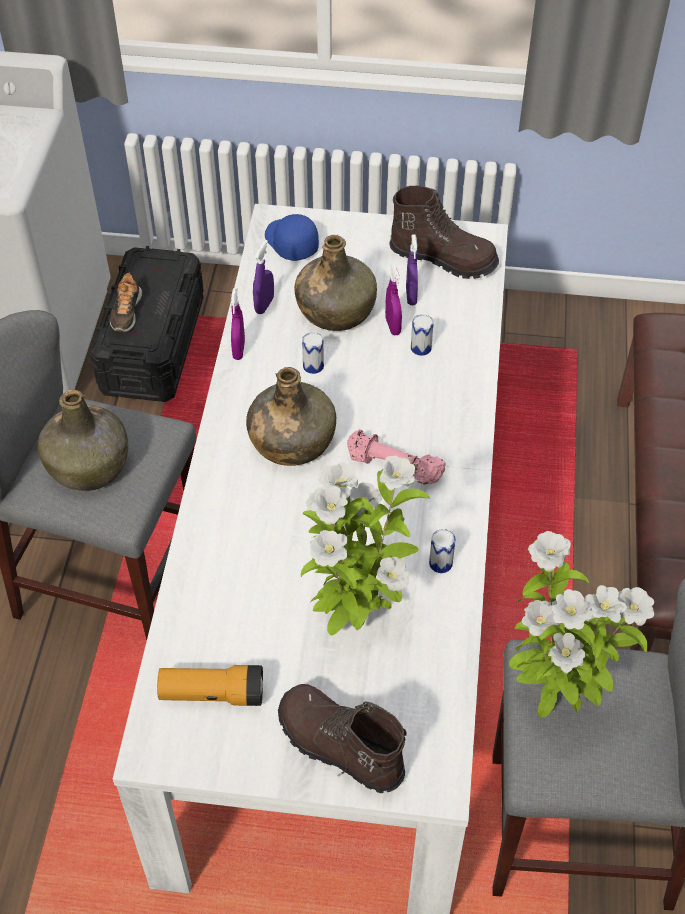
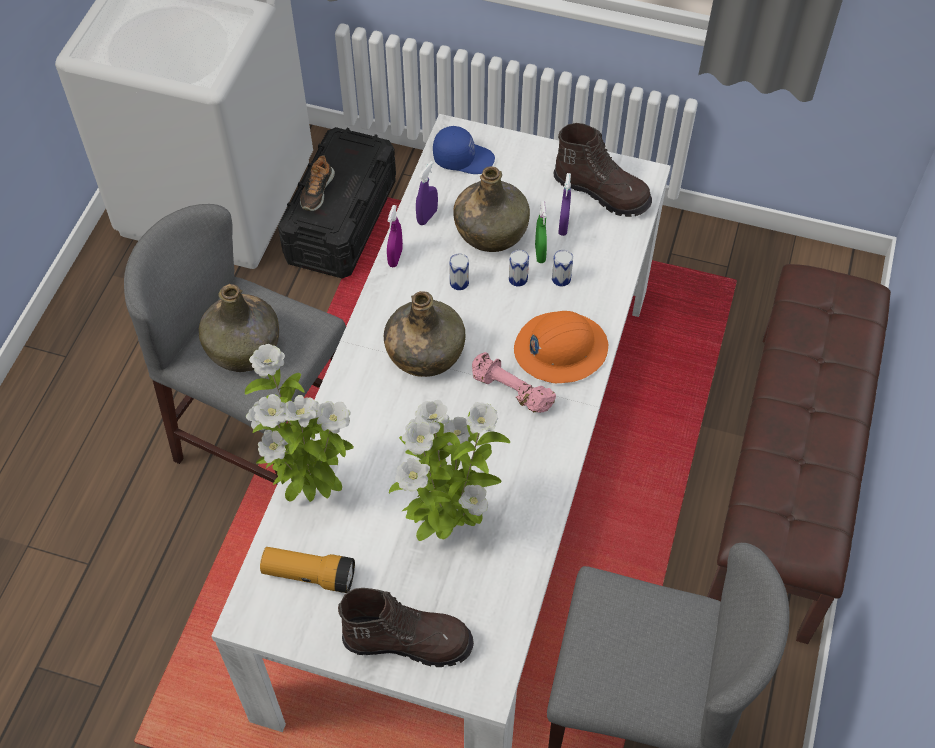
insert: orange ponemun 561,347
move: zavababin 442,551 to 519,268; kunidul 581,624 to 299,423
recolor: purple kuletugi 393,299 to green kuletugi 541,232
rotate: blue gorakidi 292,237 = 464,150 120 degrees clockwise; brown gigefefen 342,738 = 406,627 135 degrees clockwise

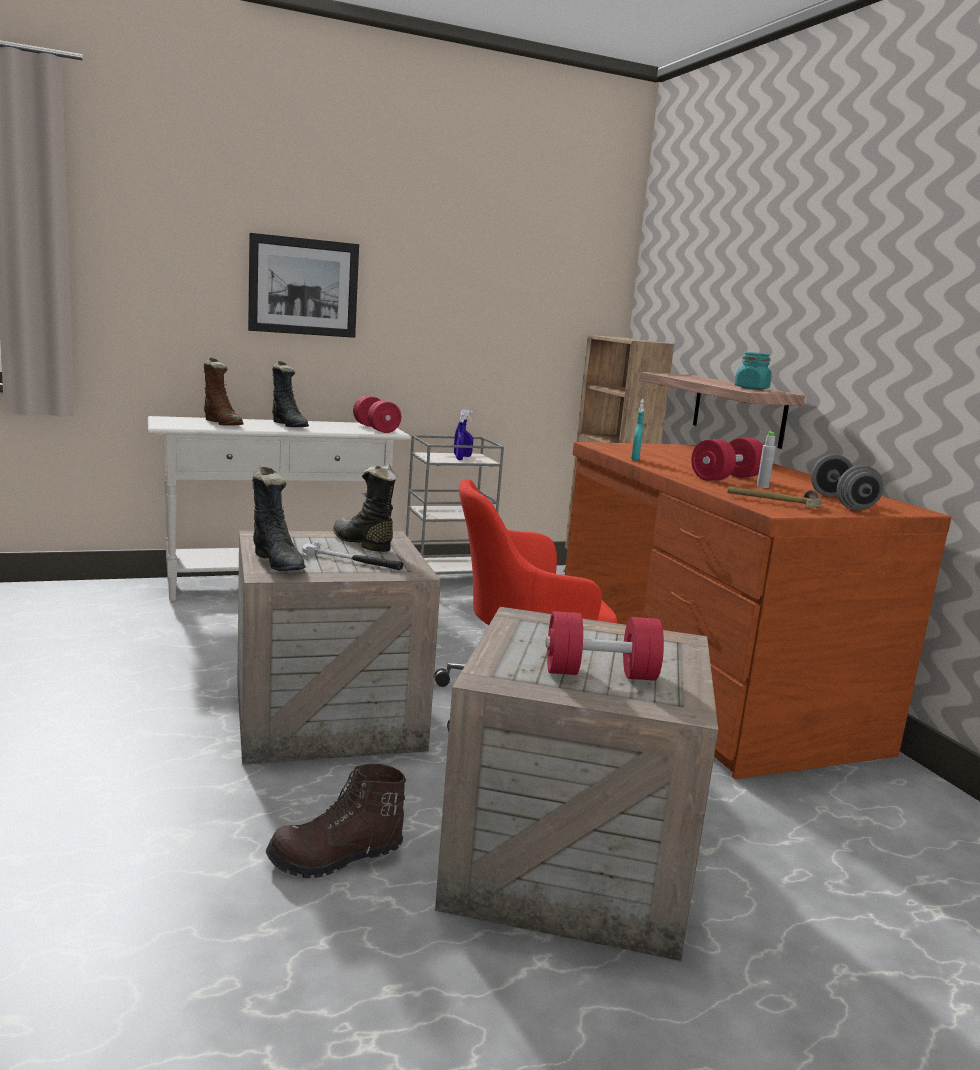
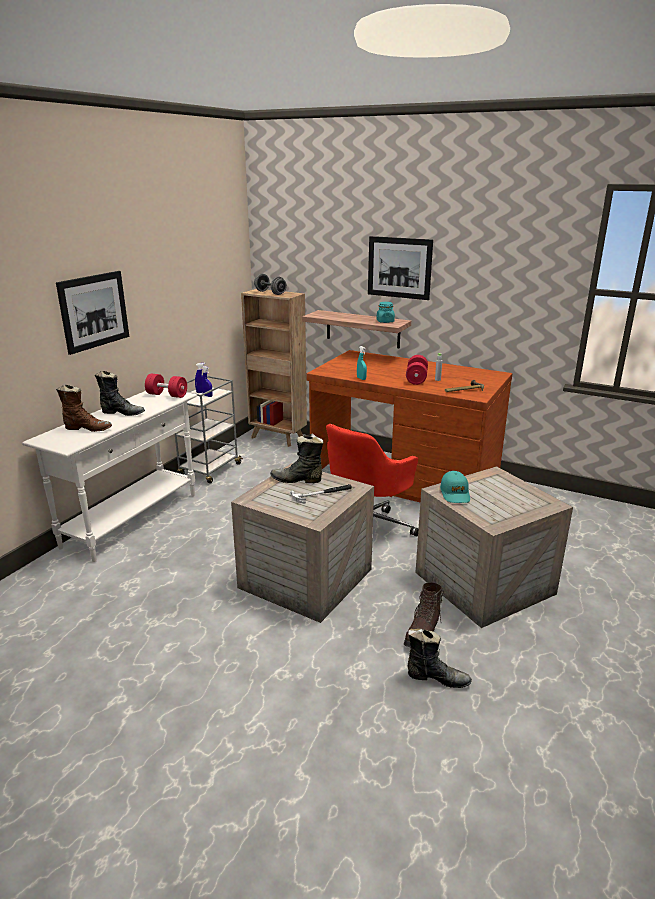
delete: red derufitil 604,646
insert: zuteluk 400,268; turquoise gorakidi 455,487
move: black gigefefen 279,518 to 439,658; grey derufitil 847,482 to 270,284

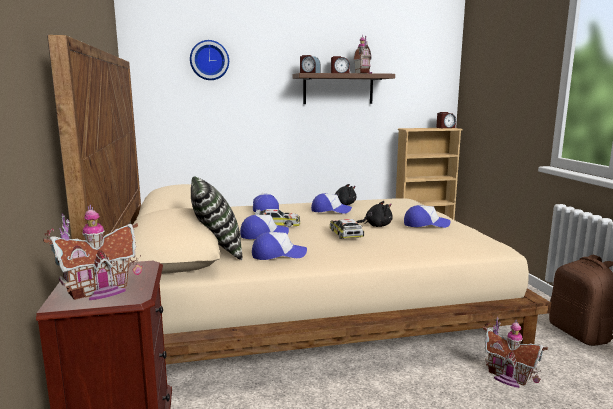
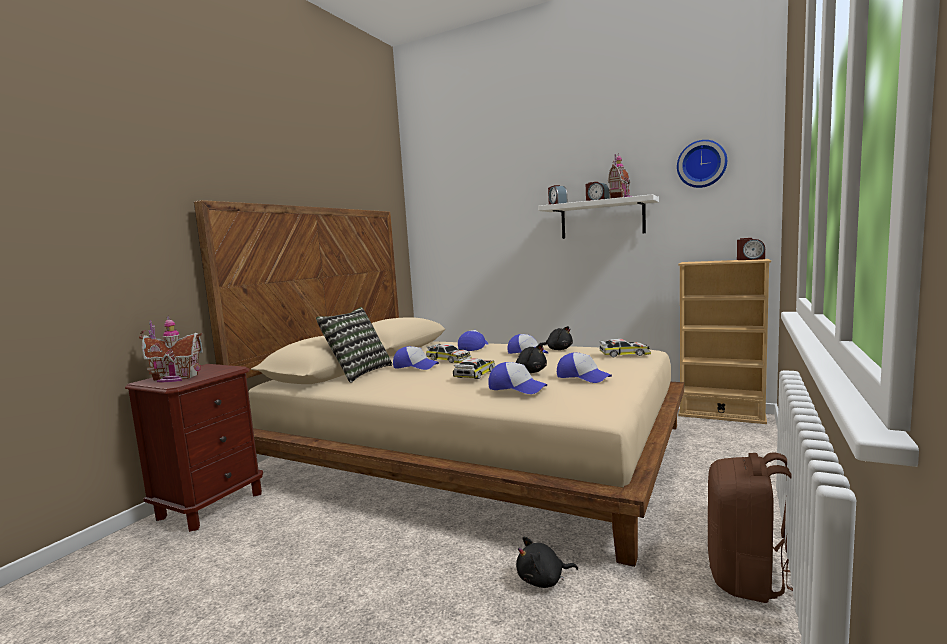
insert: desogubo 625,348
move: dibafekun 209,60 to 702,164; gorakidi 279,246 to 517,378
replace: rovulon 515,352 to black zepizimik 547,562
recolor: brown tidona 344,88 to white tidona 598,216

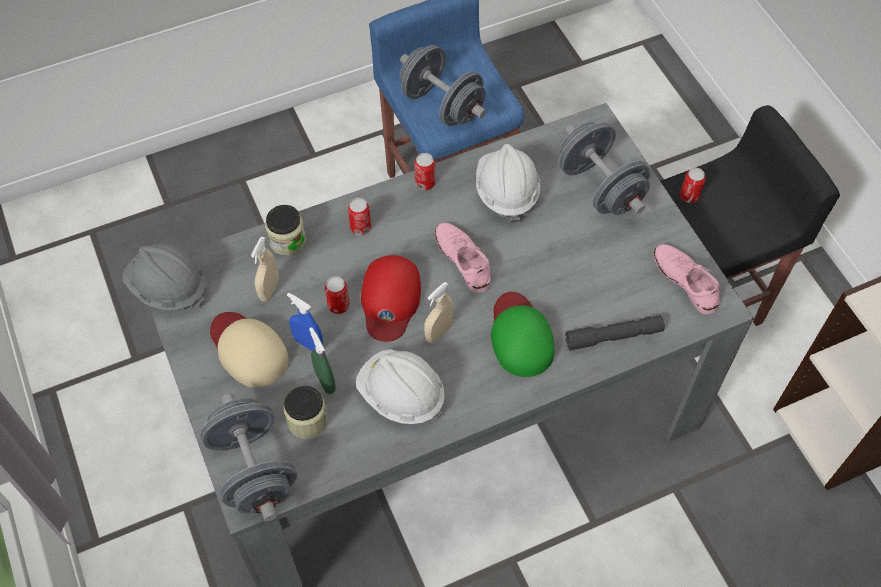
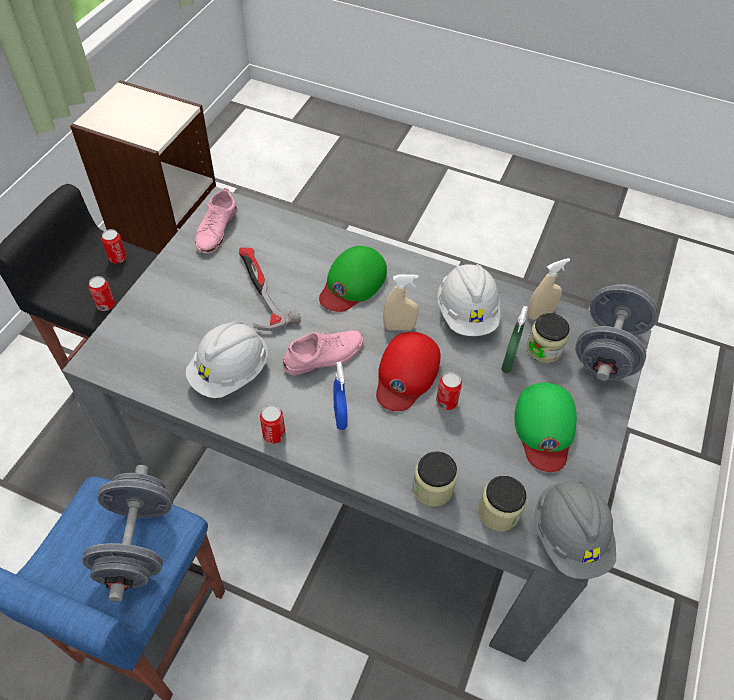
delete: grey derufitil 604,168; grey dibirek 615,333
insert: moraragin 270,289; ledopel 502,503
move: beige kuletugi 265,269 to 548,289; blue kuletugi 305,322 to 341,396; zavababin 359,216 to 114,246
recolor: beige gorakidi 249,350 to green gorakidi 546,427
rotate: red gorakidi 391,298 = 408,371 150 degrees clockwise; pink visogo 463,258 = 323,352 135 degrees counterclockwise

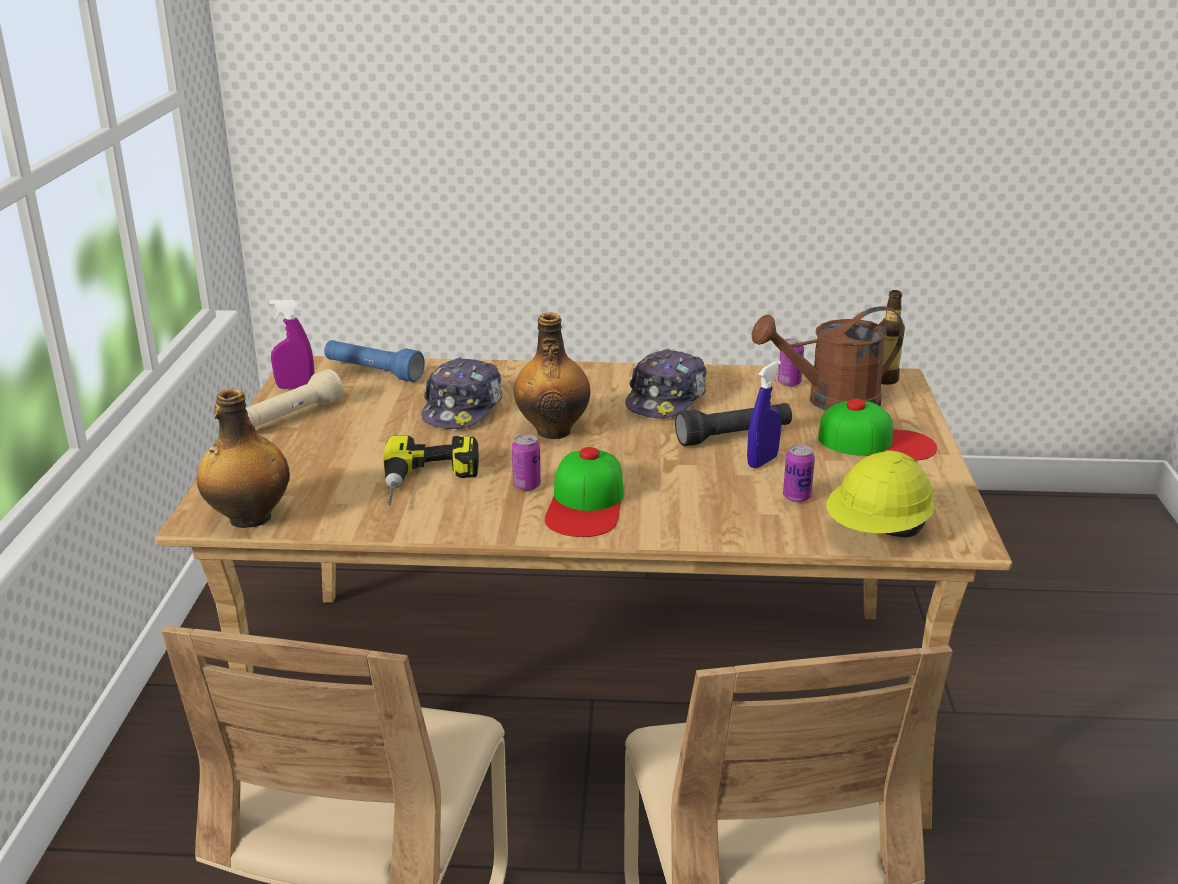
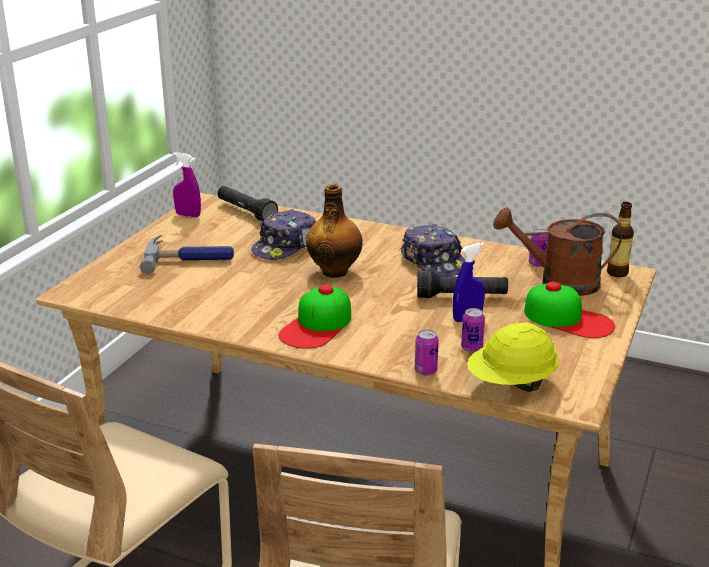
delete: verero 243,458; beige dibirek 295,398; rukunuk 431,470
insert: moraragin 187,254
move: zavababin 526,462 to 427,352
recolor: blue dibirek 374,361 to black dibirek 247,204
rotate: gorakidi 666,383 = 433,250 75 degrees counterclockwise

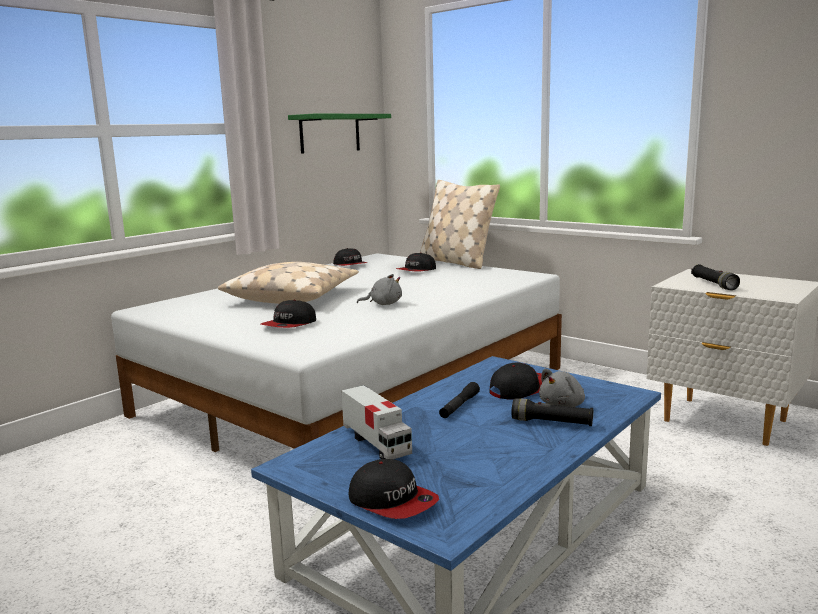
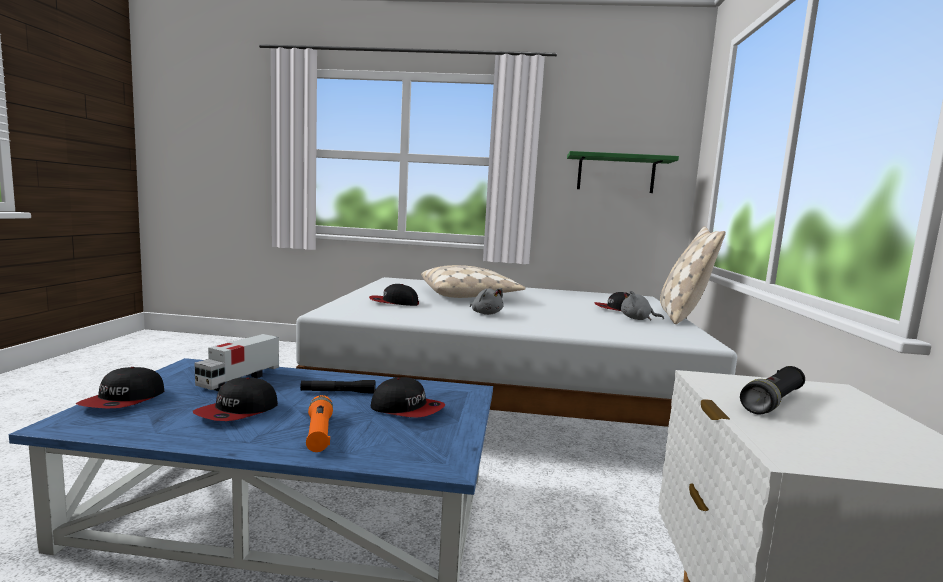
move: gorakidi 350,257 to 235,399; grey zepizimik 562,387 to 642,305
recolor: black dibirek 552,412 to orange dibirek 319,423

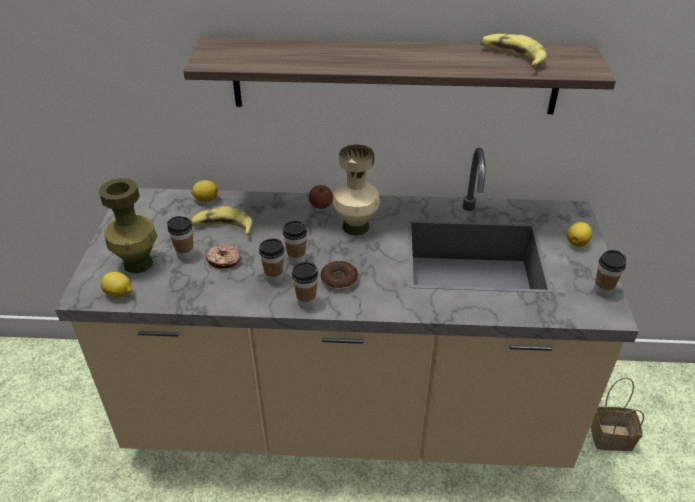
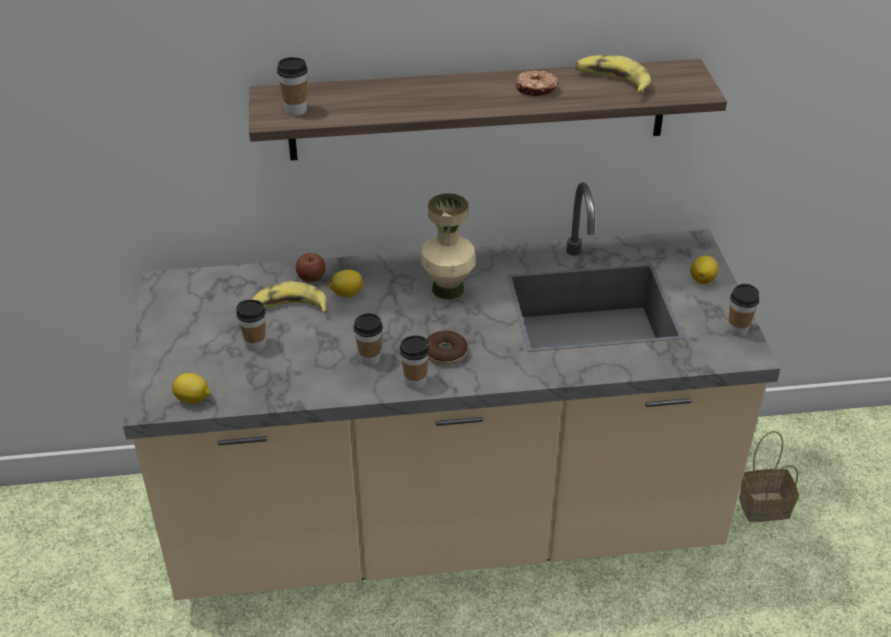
delete: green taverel 127,225
move: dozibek 204,191 to 346,283; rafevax 223,257 to 537,83; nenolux 295,243 to 292,86; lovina 321,197 to 310,267

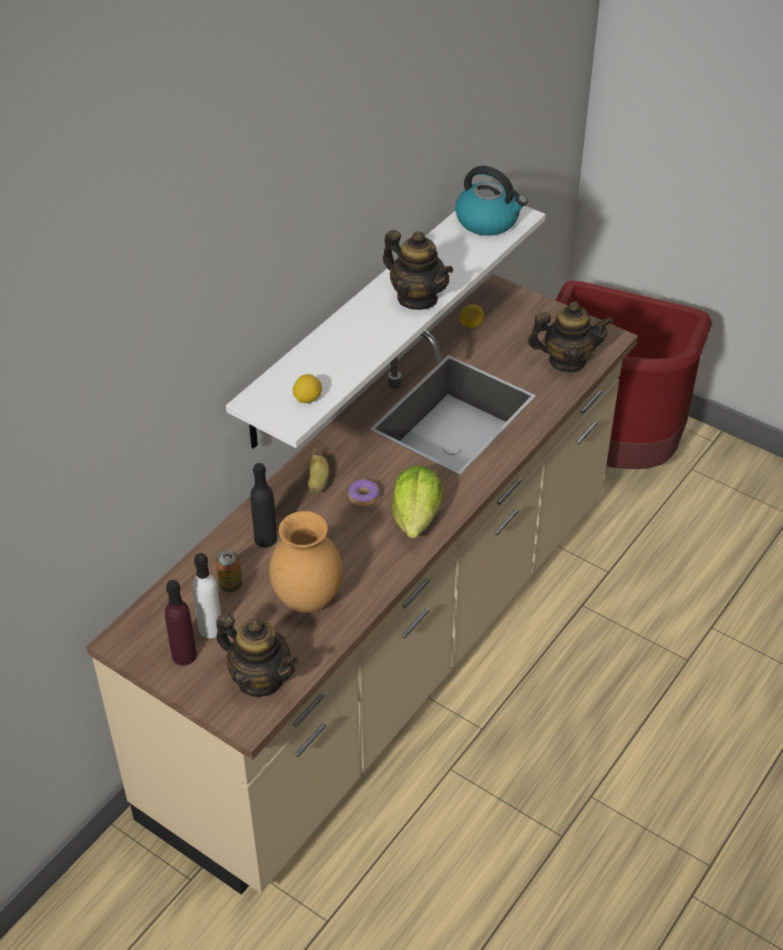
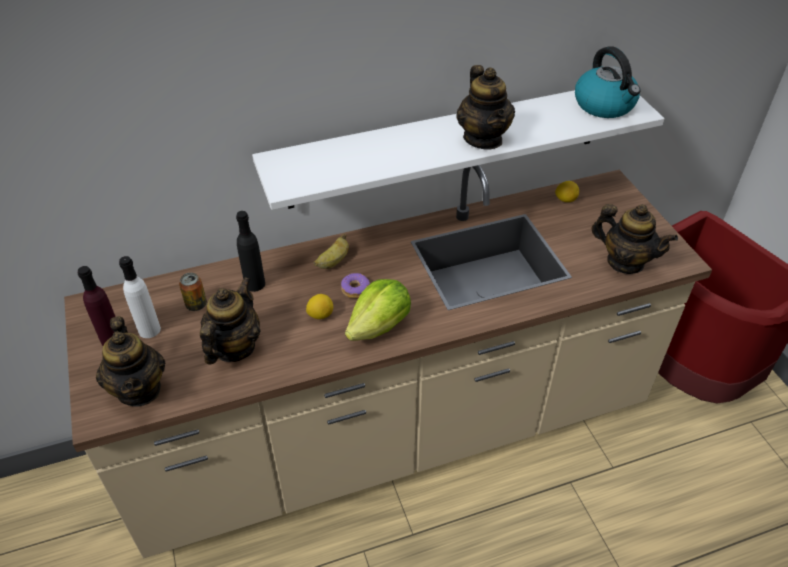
move: dozibek 307,388 to 319,306
replace: brown taverel 305,562 to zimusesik 230,320

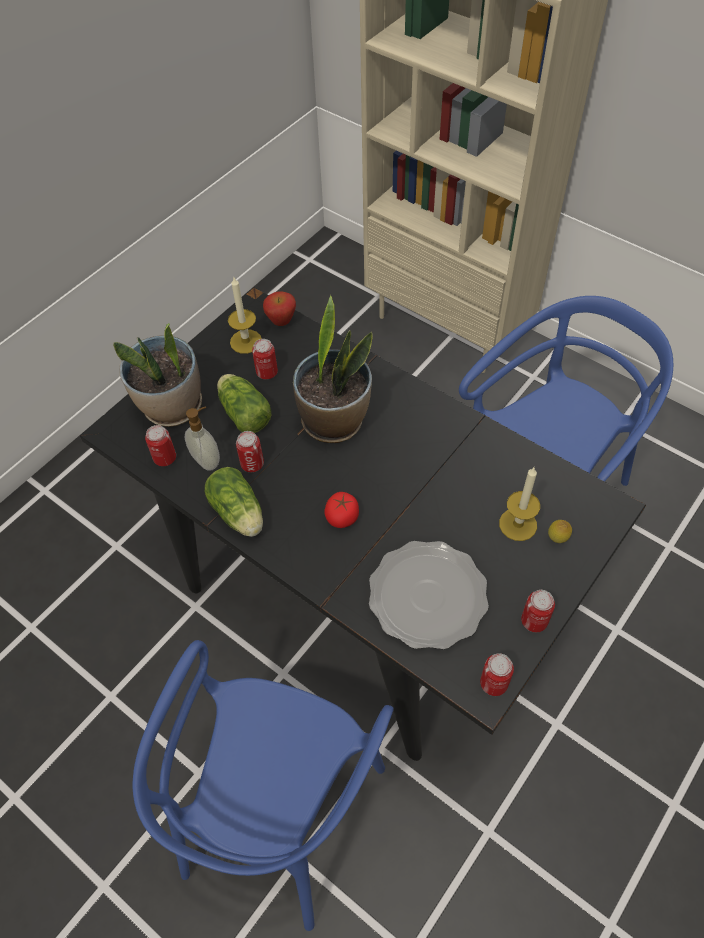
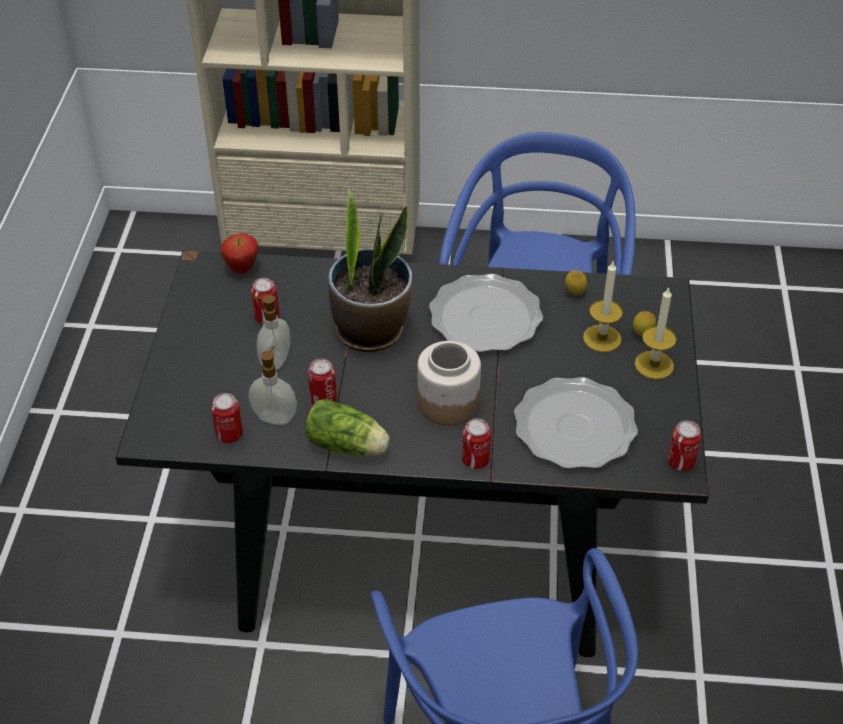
delete: kunidul 157,375
insert: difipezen 486,313; dozibek 576,282
move: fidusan 245,315 to 656,333; zavababin 538,611 to 476,443
replace: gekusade 244,403 to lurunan 271,332; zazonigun 341,510 to ledopel 449,383

